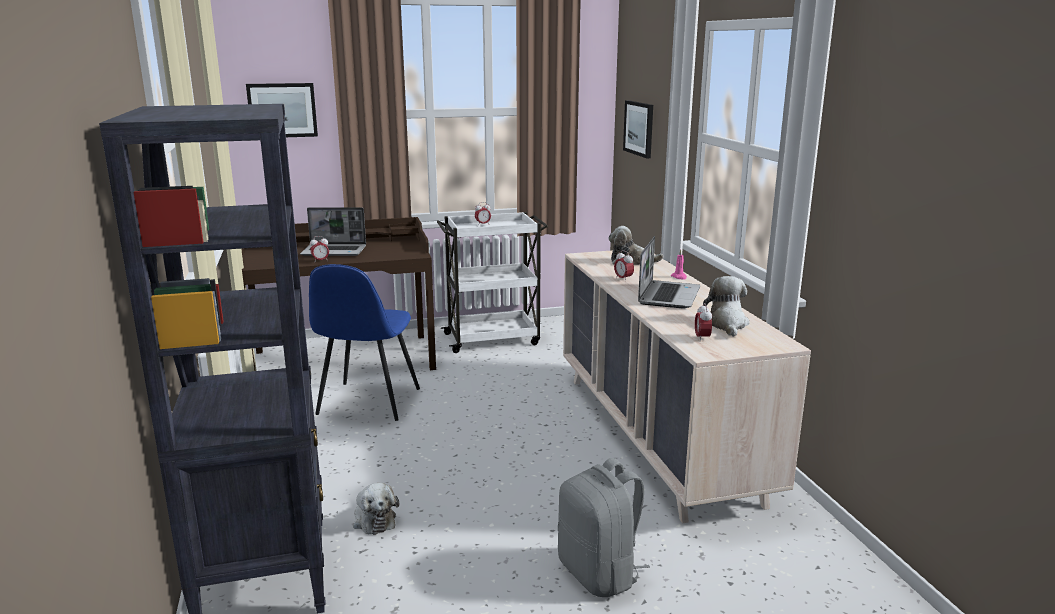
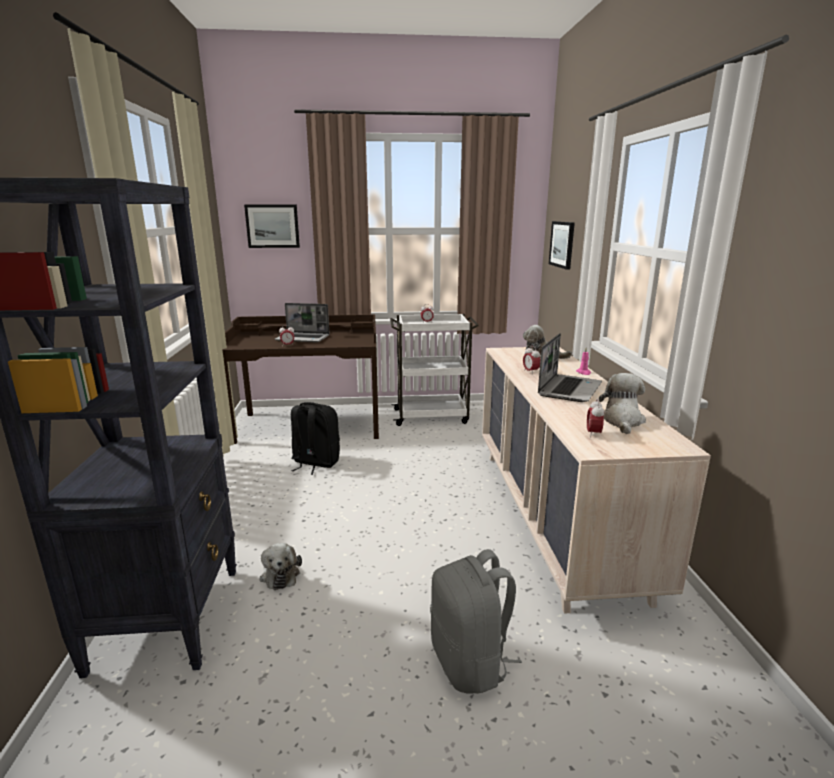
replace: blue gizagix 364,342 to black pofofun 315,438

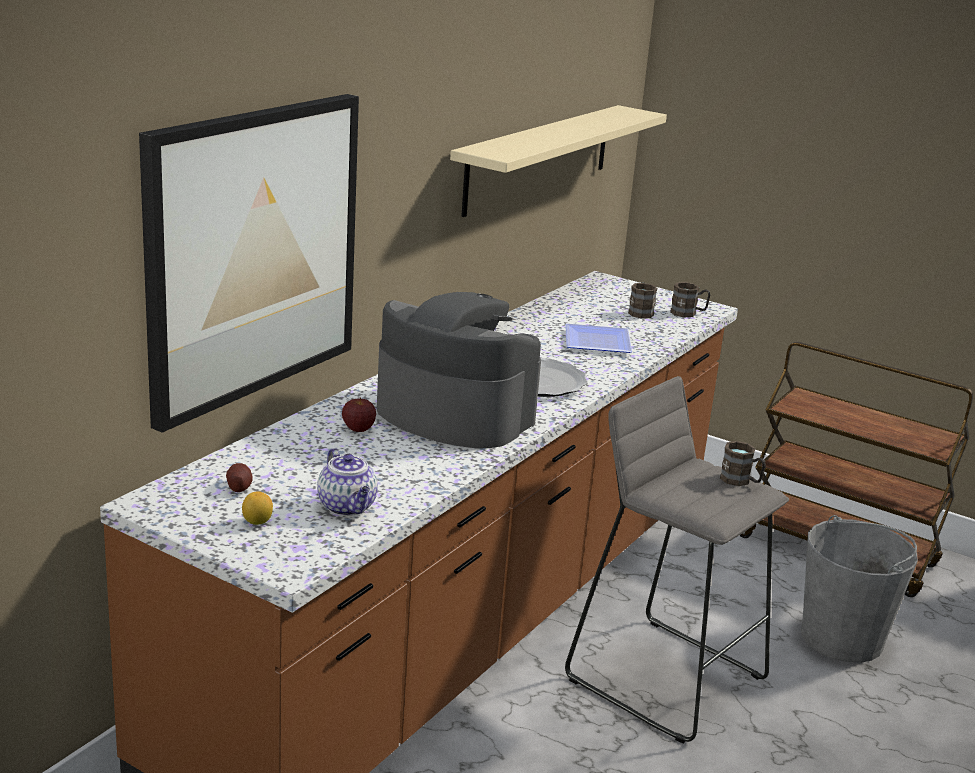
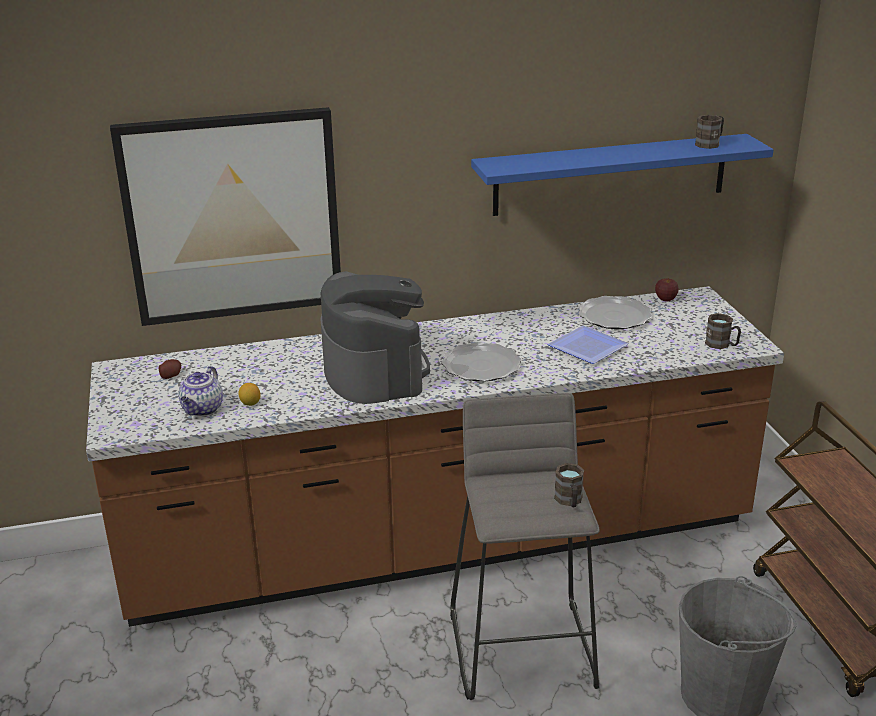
insert: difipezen 615,312
move: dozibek 257,508 to 249,394; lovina 359,415 to 666,289; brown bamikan 642,300 to 709,132
recolor: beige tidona 558,161 to blue tidona 622,175

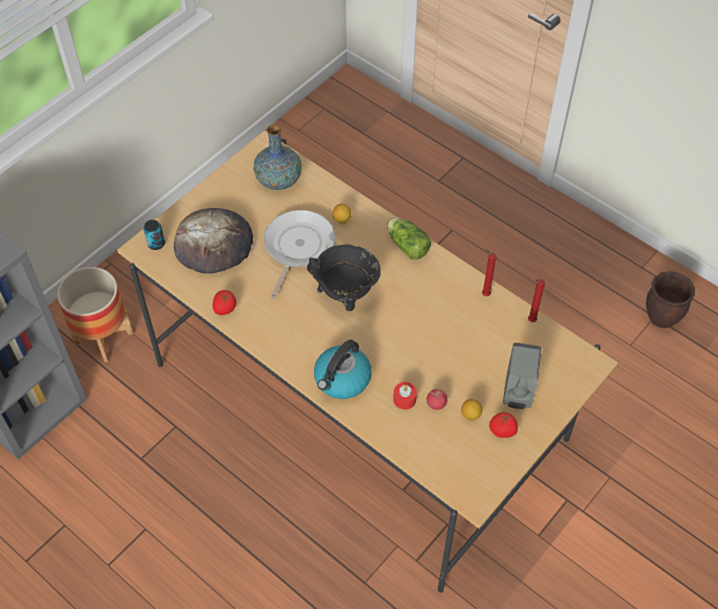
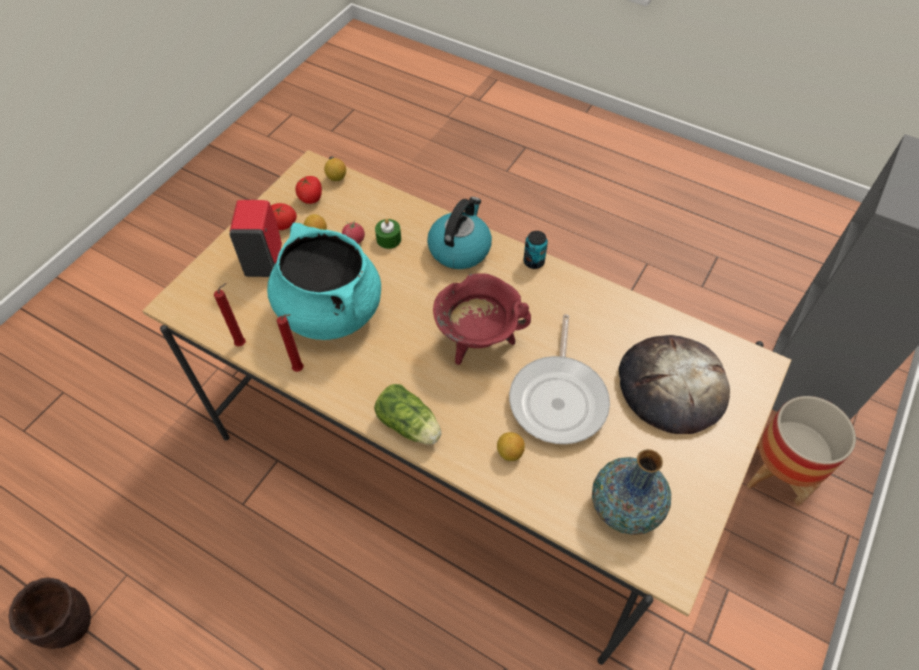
insert: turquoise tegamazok 324,281; dozibek 335,169
move: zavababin 154,235 to 535,250; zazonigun 224,302 to 308,190
recolor: black tegamazok 344,278 to red tegamazok 482,319; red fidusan 405,396 to green fidusan 388,233; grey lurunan 522,376 to red lurunan 255,238

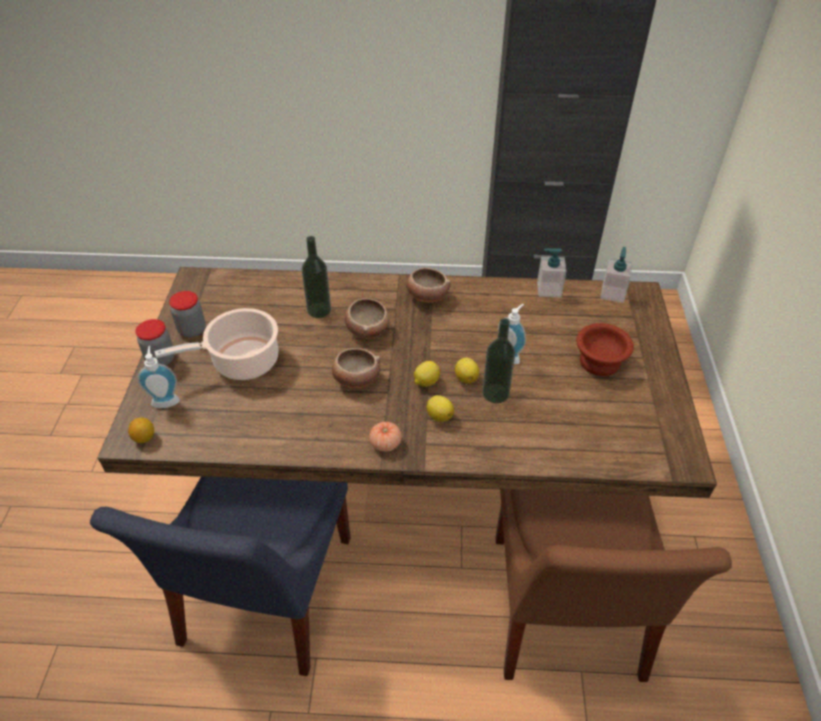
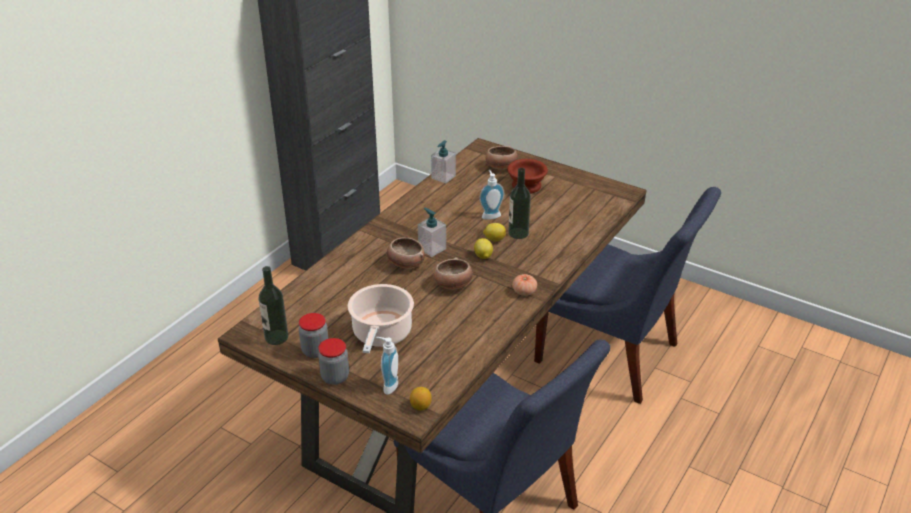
delete: dozibek 440,408
move: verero 316,277 to 273,305; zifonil 428,285 to 501,157; lurunan 617,275 to 432,232
recolor: brown gizagix 614,585 to blue gizagix 627,295

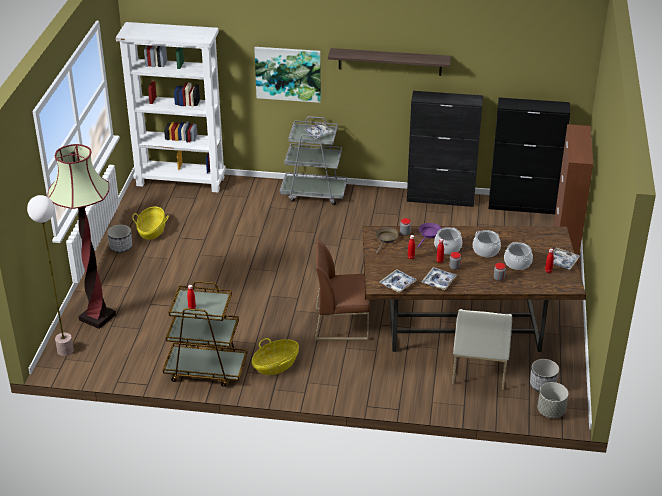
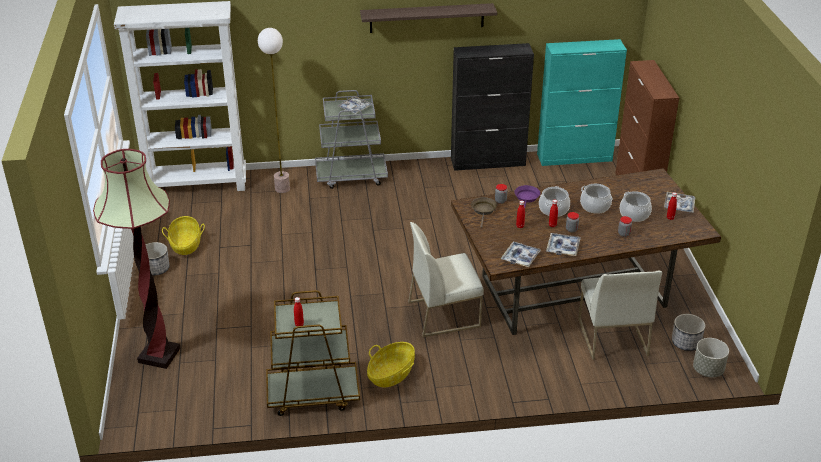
delete: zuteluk 287,75
move: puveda 50,275 to 274,110
recolor: brown gizagix 342,289 to white gizagix 446,279; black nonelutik 529,156 to turquoise nonelutik 582,102

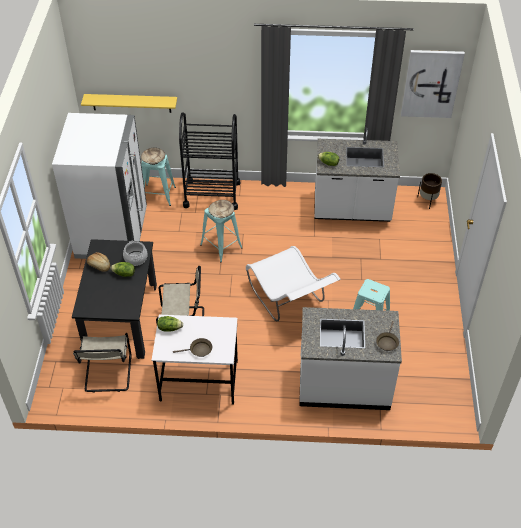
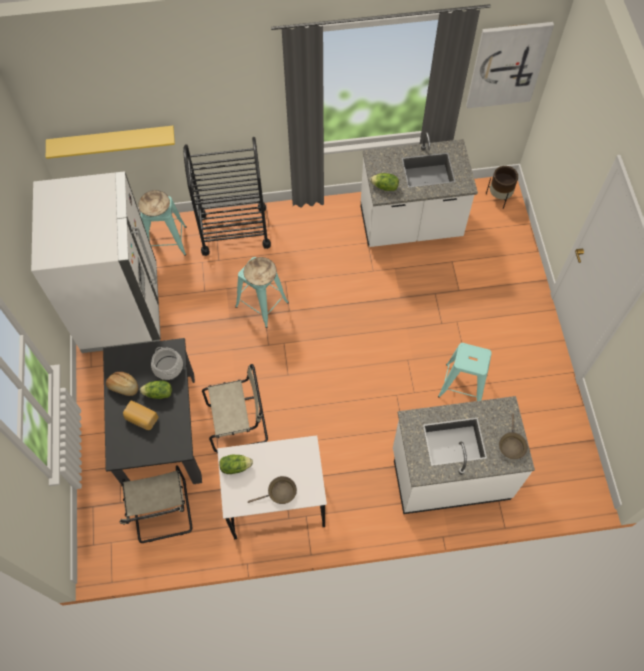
delete: white gizagix 293,283
insert: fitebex 140,415

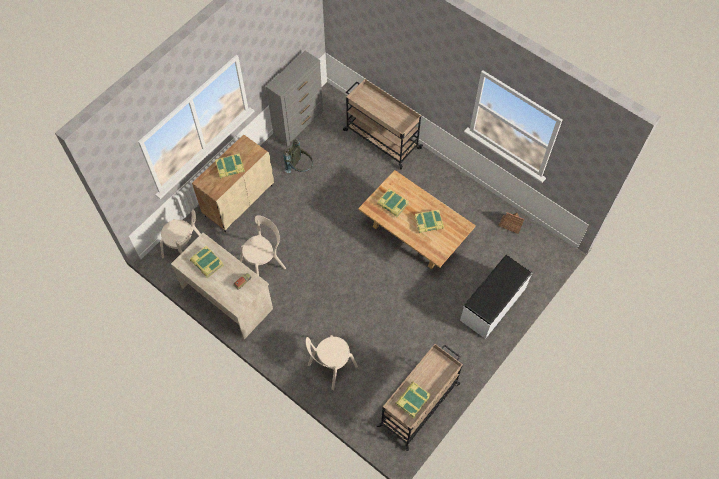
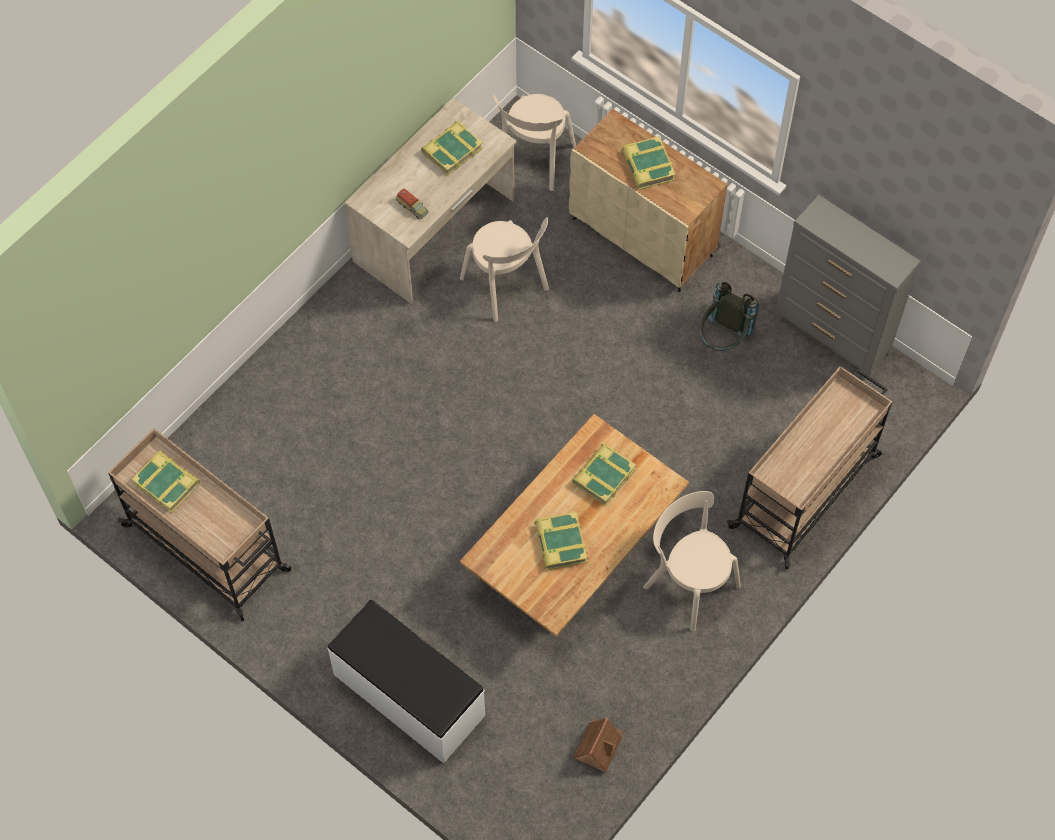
move: beige gizagix 332,362 to 692,561

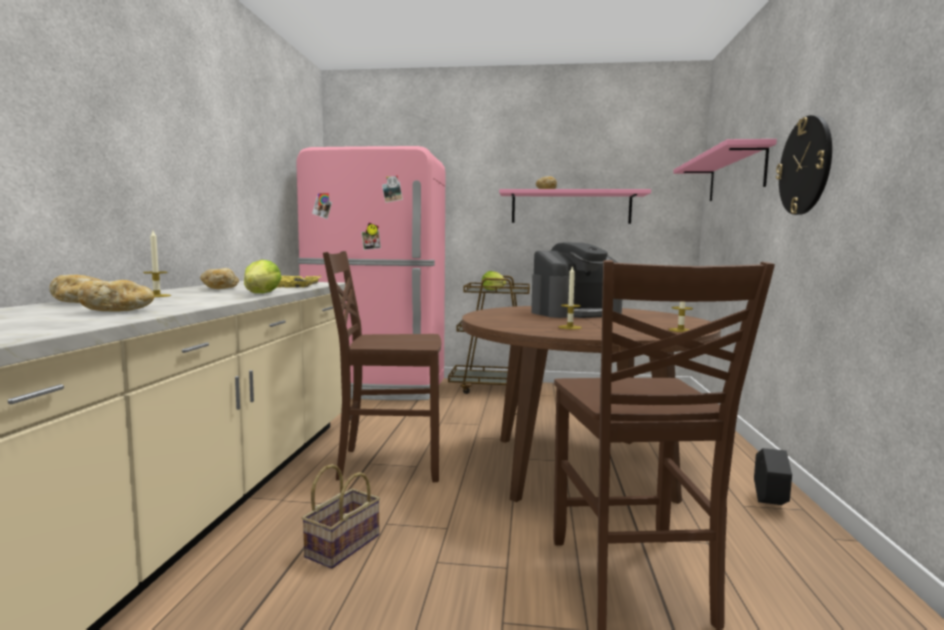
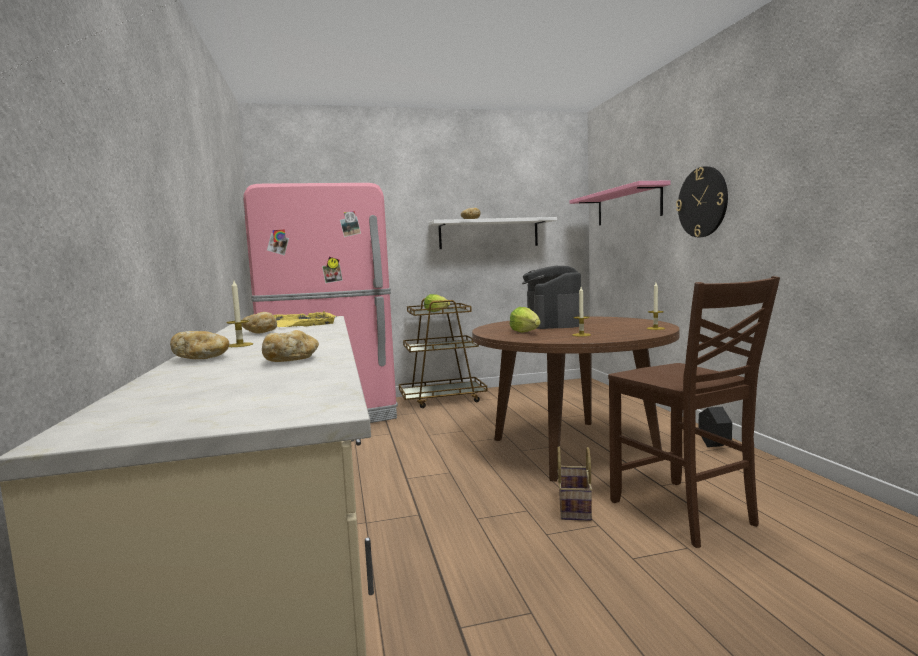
delete: brown gizagix 382,366
move: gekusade 263,276 to 525,320; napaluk 341,516 to 575,484
recolor: pink tidona 575,206 to white tidona 492,233
rotate: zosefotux 576,280 = 551,297 135 degrees clockwise

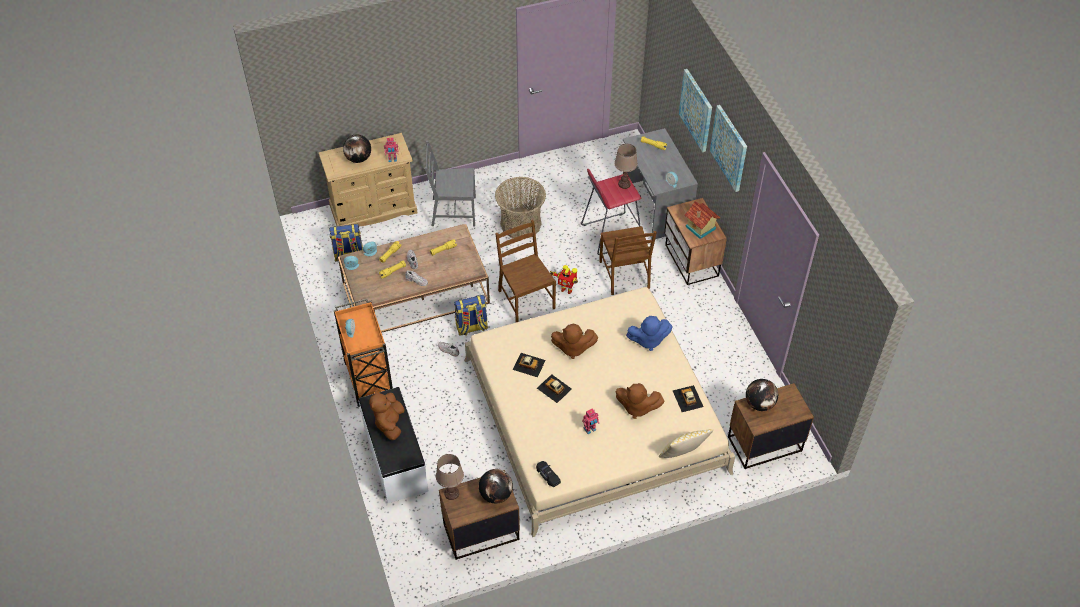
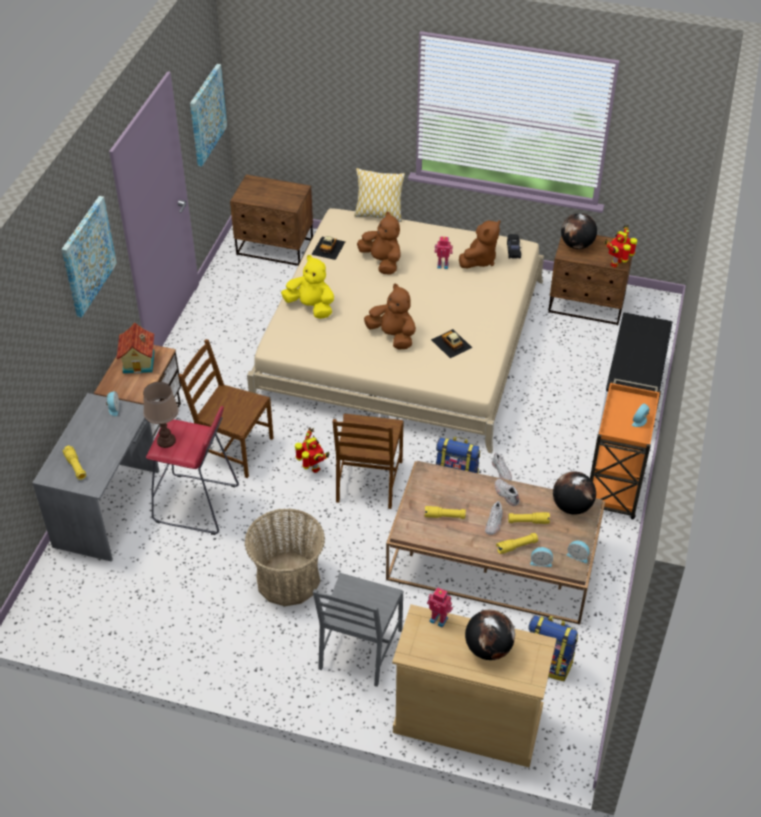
delete: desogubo 554,388
move: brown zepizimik 387,414 to 479,244; zuteluk 695,110 to 208,115; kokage 762,395 to 574,493
replace: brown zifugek 450,477 to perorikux 620,246
recolor: blue zepizimik 649,333 to yellow zepizimik 307,287
rotate: grey gizagix 450,183 = 358,630 75 degrees clockwise; brown gizagix 628,260 = 226,408 90 degrees counterclockwise

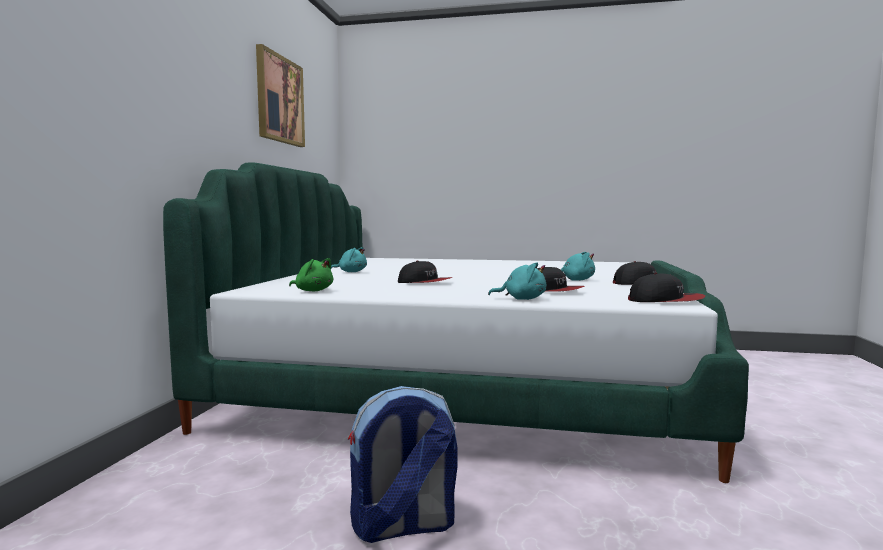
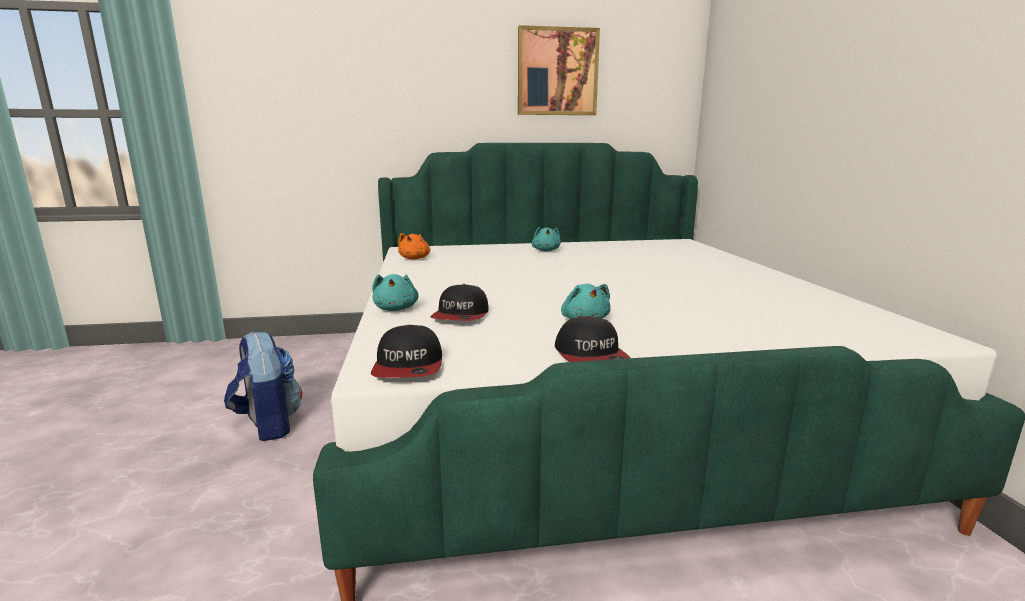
delete: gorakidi 425,272
recolor: green zepizimik 311,274 to orange zepizimik 414,246

